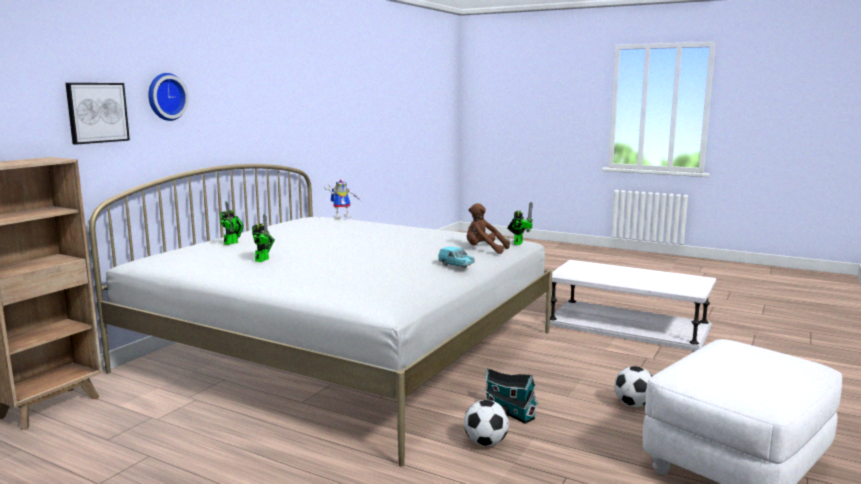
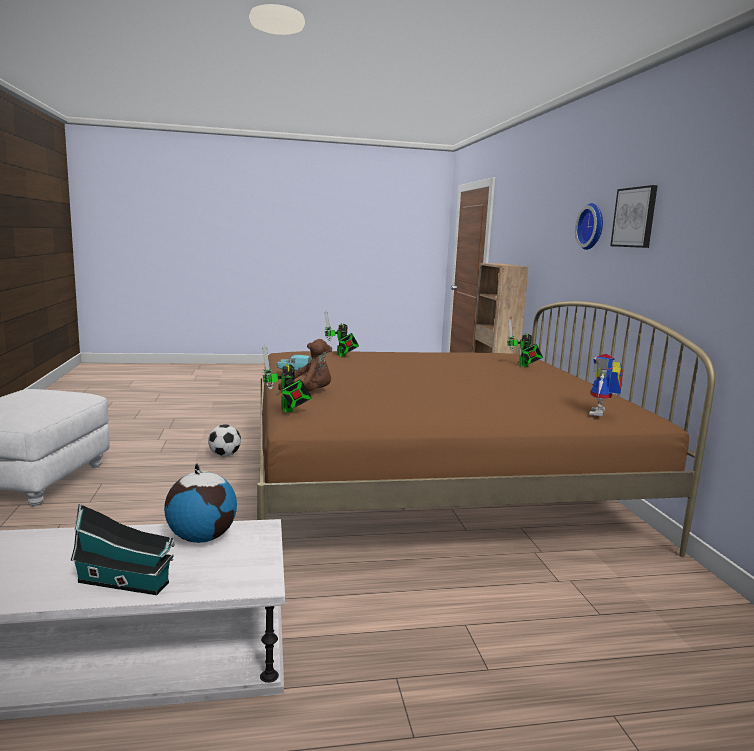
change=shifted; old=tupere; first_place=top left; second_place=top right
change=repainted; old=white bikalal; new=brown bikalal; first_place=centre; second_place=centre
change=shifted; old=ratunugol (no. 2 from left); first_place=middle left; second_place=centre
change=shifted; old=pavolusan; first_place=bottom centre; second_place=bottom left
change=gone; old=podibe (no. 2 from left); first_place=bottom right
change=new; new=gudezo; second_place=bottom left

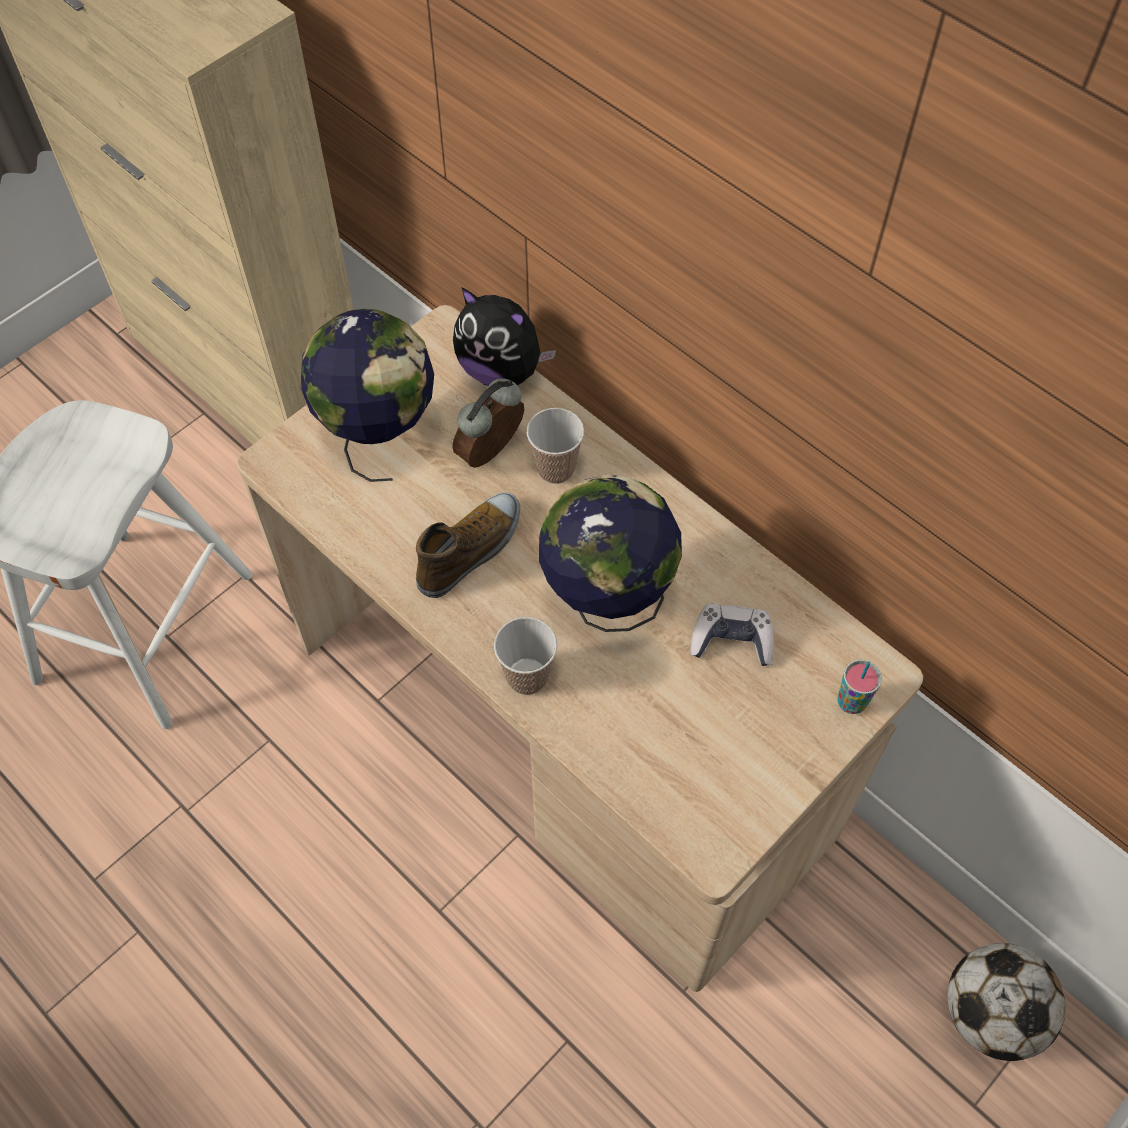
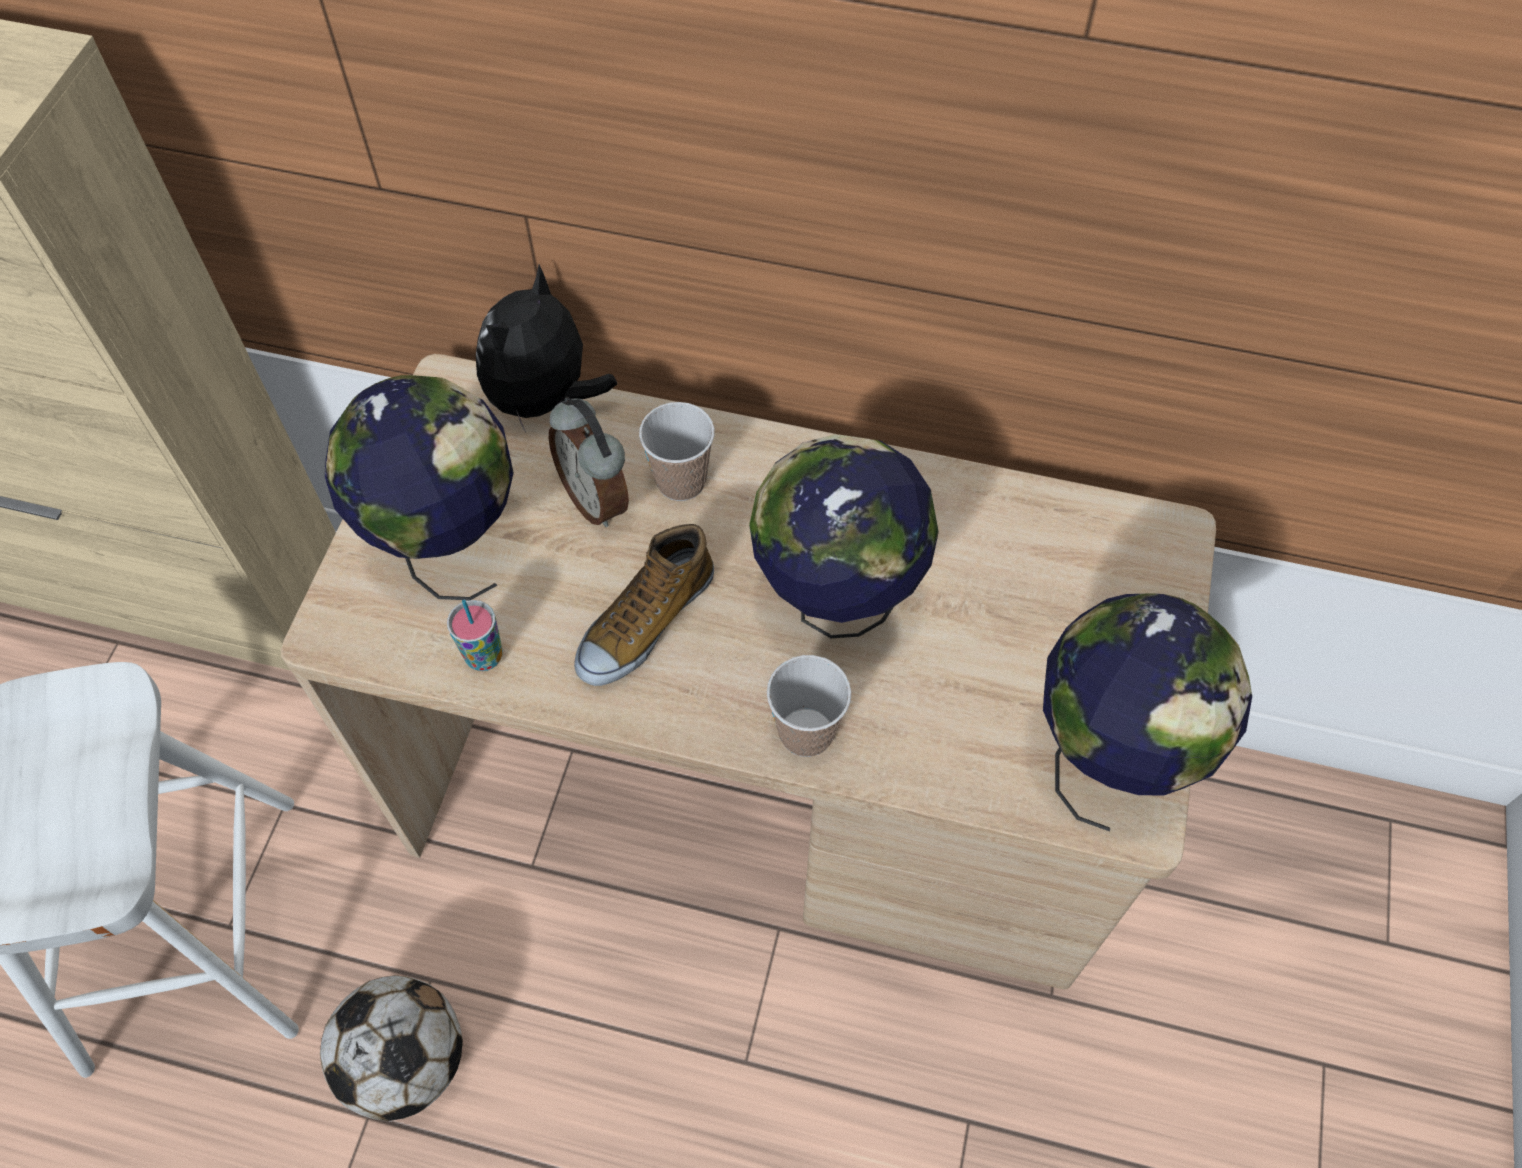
change=rotated; old=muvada; first_place=centre; second_place=centre; degrees=-150
change=rotated; old=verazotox; first_place=centre; second_place=centre; degrees=-45
change=rotated; old=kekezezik; first_place=top centre; second_place=top centre; degrees=120
change=gone; old=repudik; first_place=centre
change=shifted; old=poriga (no. 3 from left in the first image); new=poriga (no. 1 from left); first_place=middle right; second_place=middle left
change=shifted; old=podibe; first_place=bottom right; second_place=bottom left
change=new; new=gudezo (no. 3 from left); second_place=middle right

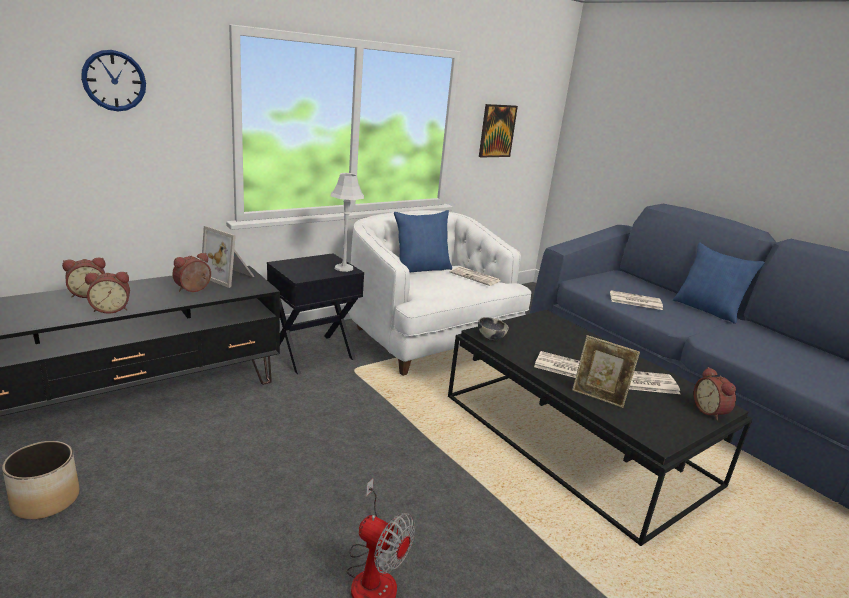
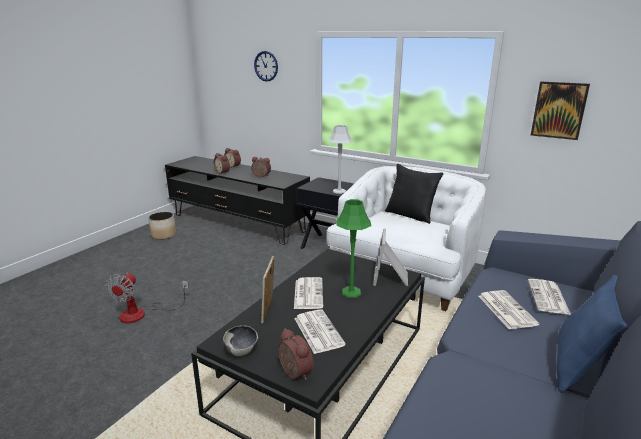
change=shifted; old=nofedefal (no. 1 from left in the first image); new=nofedefal (no. 2 from left); first_place=middle left; second_place=centre
change=repainted; old=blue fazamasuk (no. 1 from left); new=black fazamasuk; first_place=centre; second_place=centre
change=shifted; old=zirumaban (no. 1 from left in the first image); new=zirumaban (no. 4 from left); first_place=centre; second_place=bottom right
change=shifted; old=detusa; first_place=centre; second_place=bottom centre
change=rotated; old=verazotox (no. 4 from left); first_place=middle right; second_place=bottom centre; degrees=90
change=new; new=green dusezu; second_place=centre

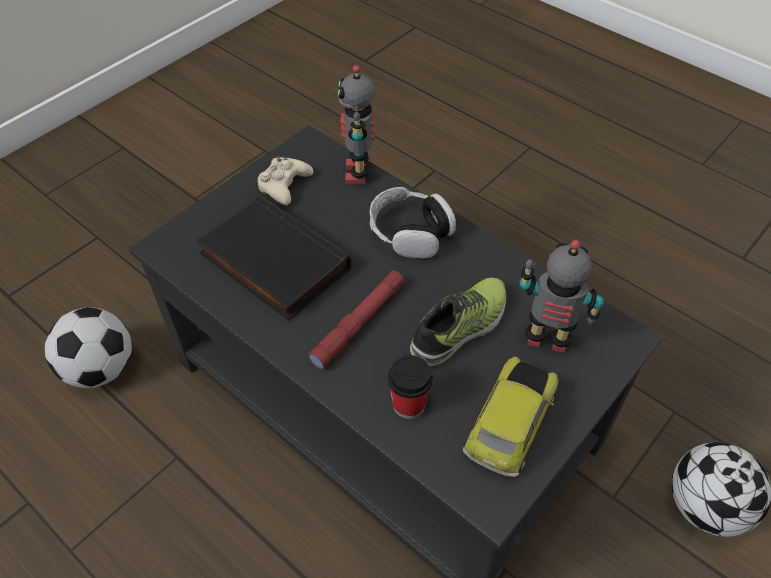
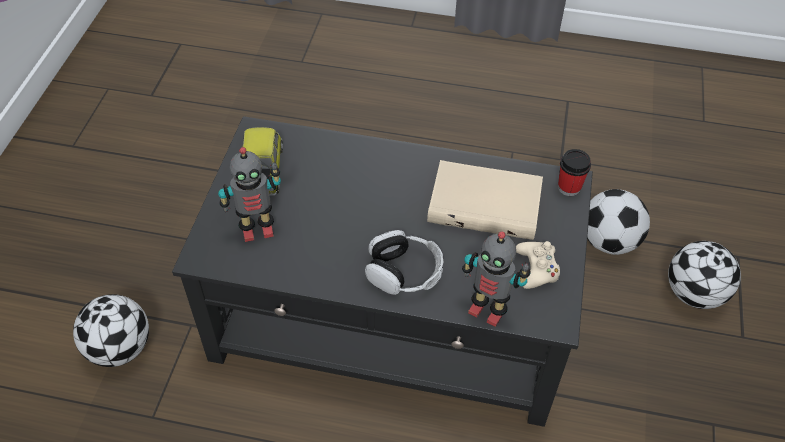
change=repainted; old=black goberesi; new=beige goberesi; first_place=centre; second_place=centre
change=gone; old=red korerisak; first_place=centre
change=rotated; old=ratunugol (no. 1 from left in the first image); first_place=top centre; second_place=centre; degrees=150
change=shifted; old=poriga; first_place=bottom centre; second_place=middle right
change=gone; old=muvada; first_place=centre
change=new; new=podibe (no. 3 from left); second_place=middle right

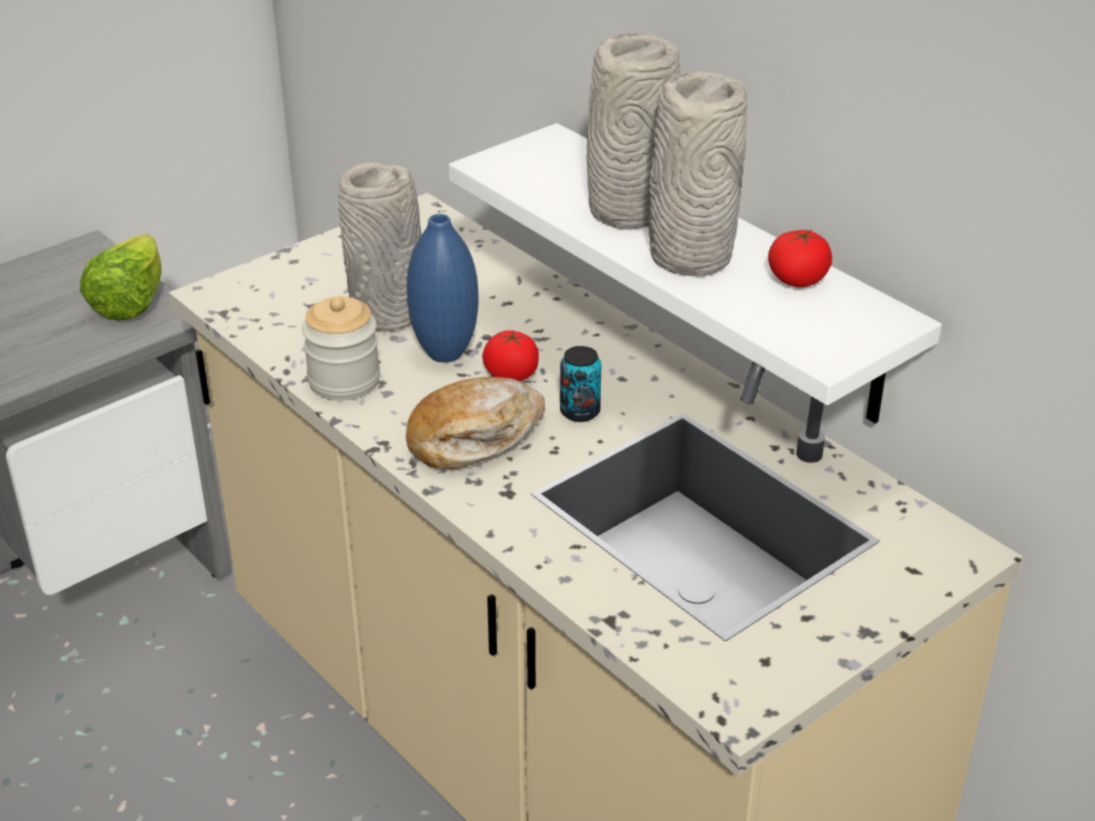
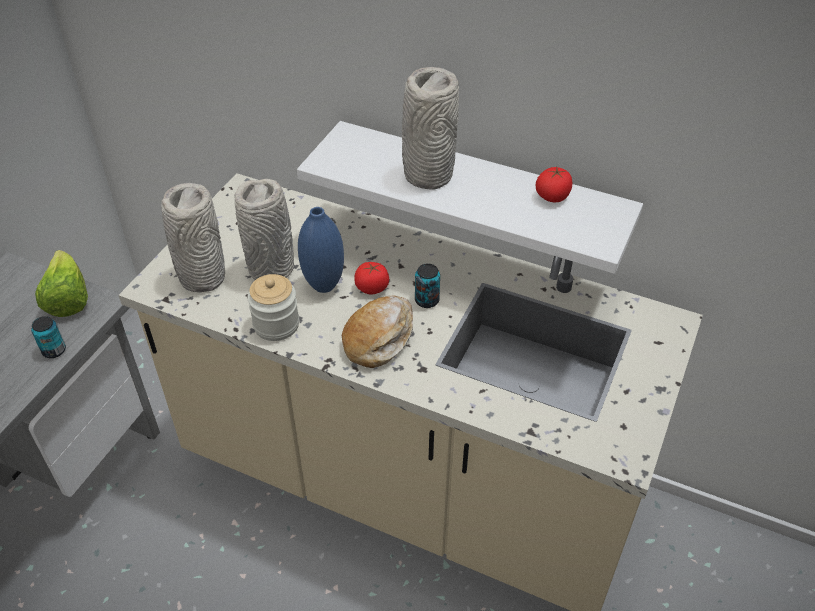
change=shifted; old=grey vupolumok (no. 3 from left in the first image); new=grey vupolumok (no. 1 from left); first_place=top centre; second_place=middle left
change=new; new=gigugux (no. 1 from left); second_place=middle left

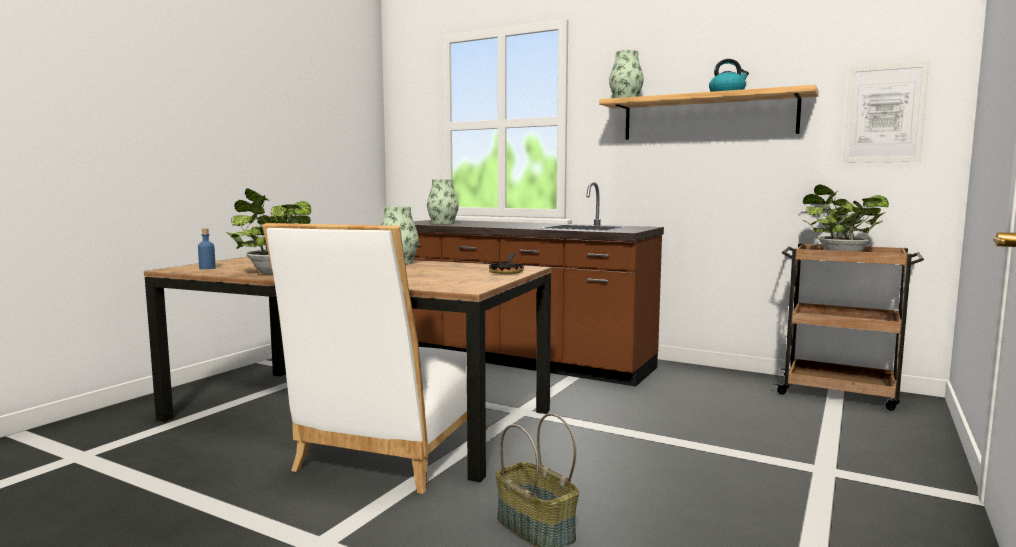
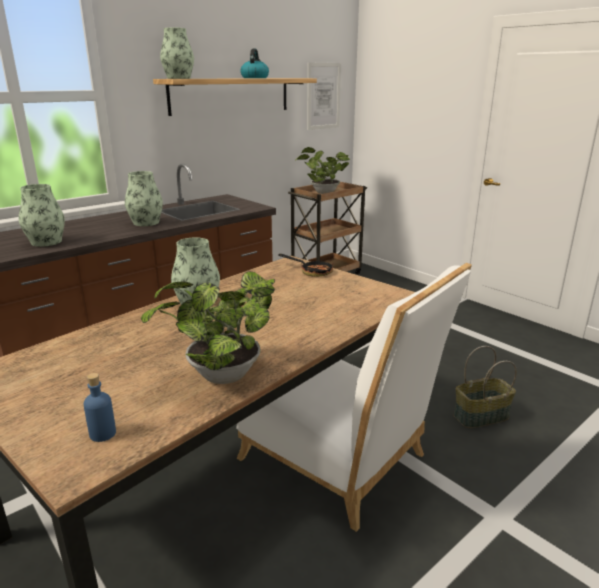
change=new; new=vupolumok (no. 2 from left); second_place=middle left

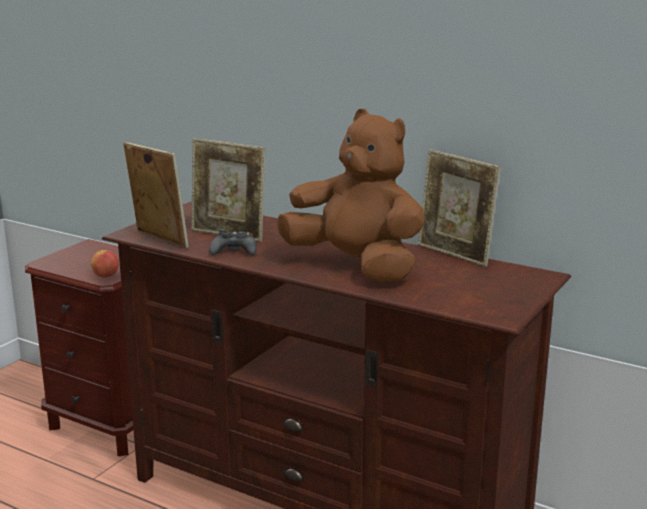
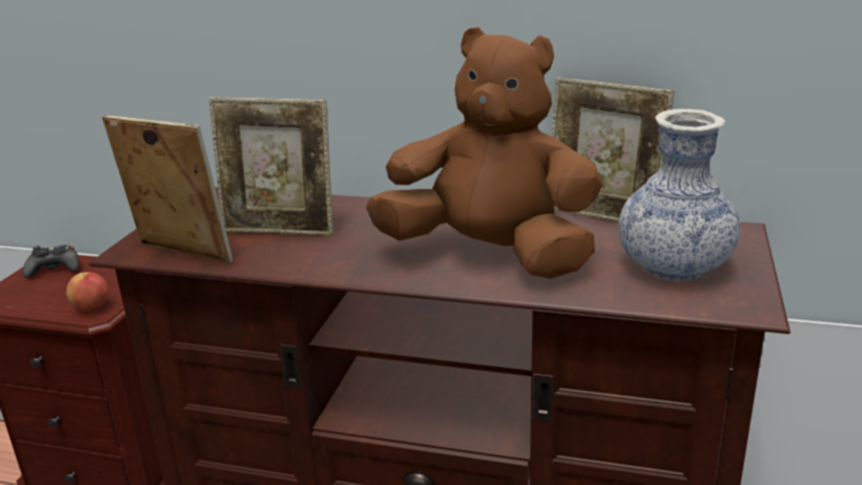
change=shifted; old=black repudik; first_place=centre; second_place=middle left
change=new; new=vupolumok; second_place=middle right

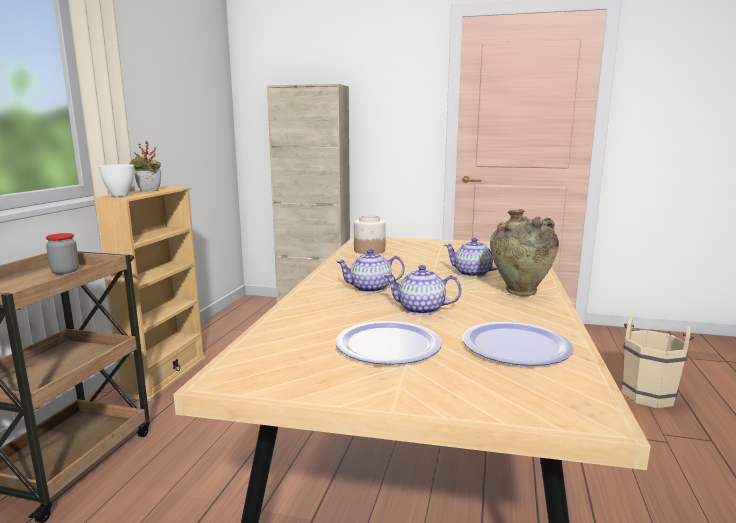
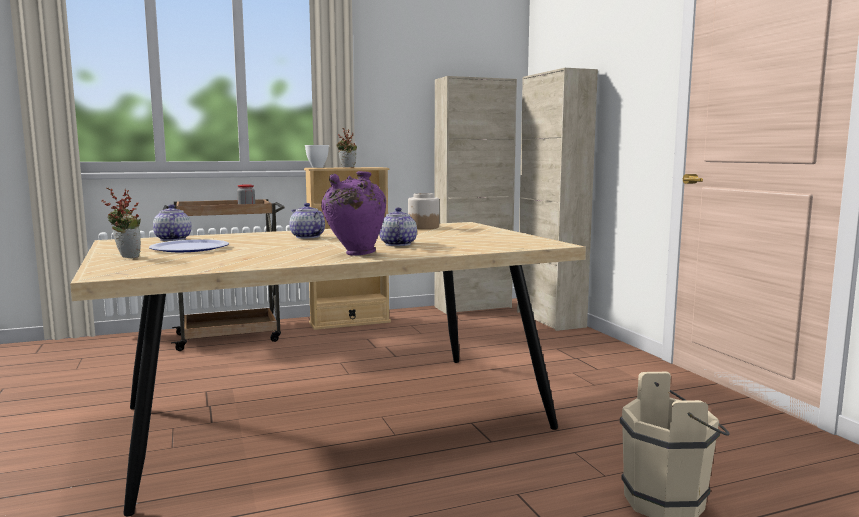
change=shifted; old=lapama (no. 2 from left in the first image); new=lapama (no. 1 from left); first_place=centre; second_place=middle left
change=gone; old=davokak (no. 2 from left); first_place=middle right
change=repainted; old=beige vupolumok; new=purple vupolumok; first_place=middle right; second_place=centre
change=new; new=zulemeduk (no. 1 from left); second_place=middle left
change=new; new=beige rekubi (no. 1 from left); second_place=centre

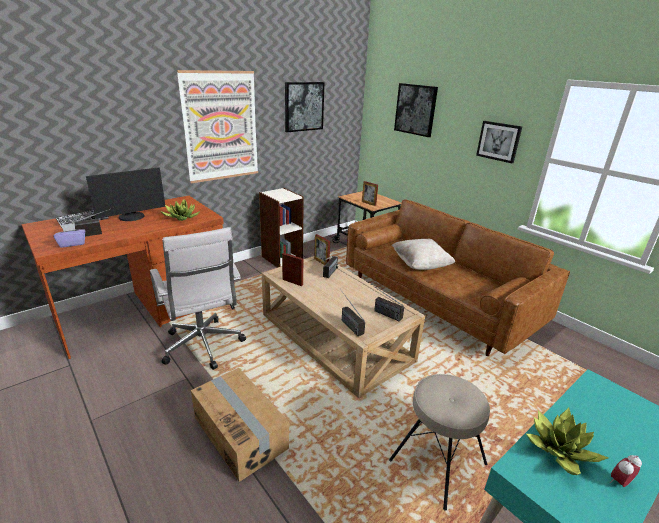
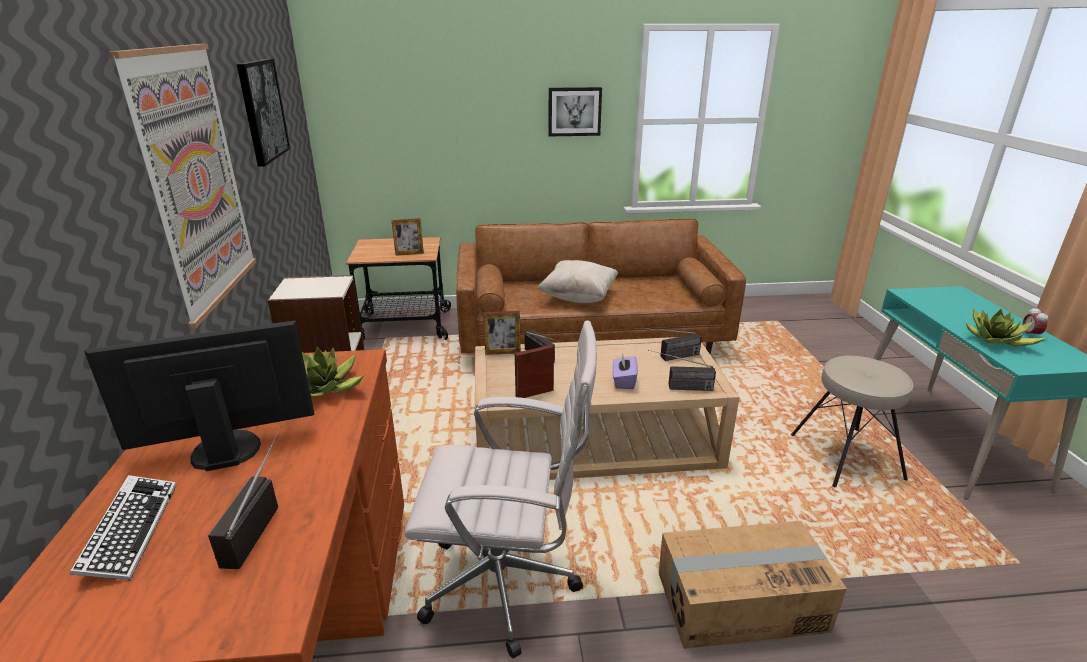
change=shifted; old=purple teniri; first_place=middle left; second_place=centre
change=rotated; old=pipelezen; first_place=middle left; second_place=middle left; degrees=-105
change=gone; old=tupere (no. 3 from left); first_place=top centre

